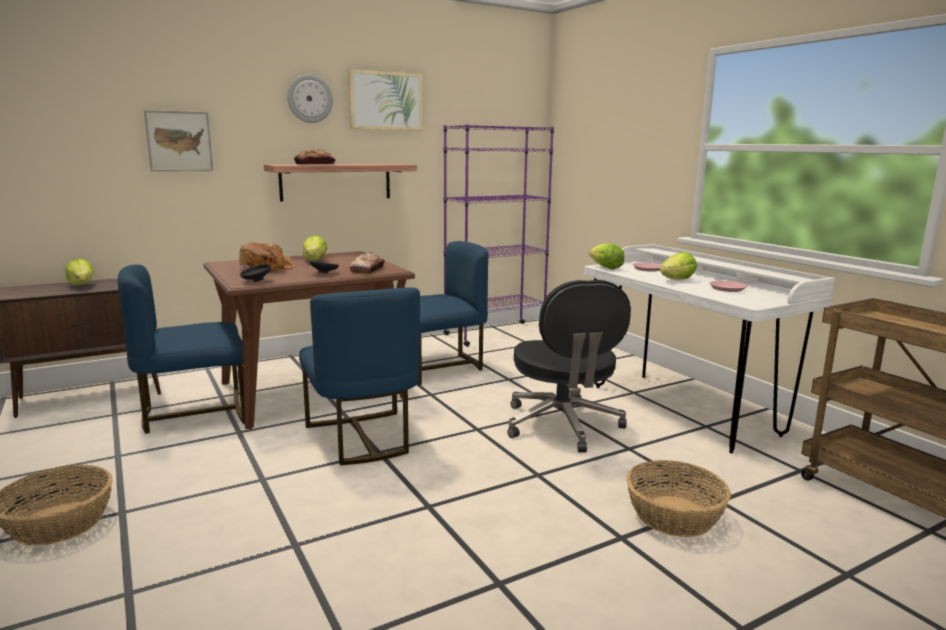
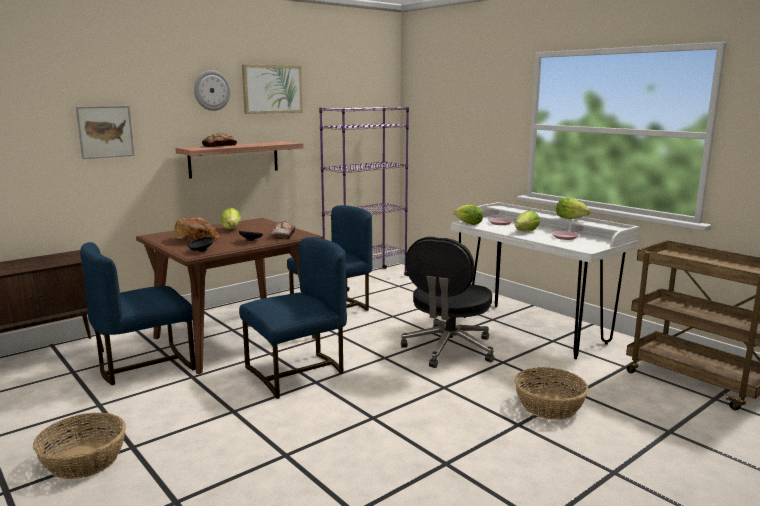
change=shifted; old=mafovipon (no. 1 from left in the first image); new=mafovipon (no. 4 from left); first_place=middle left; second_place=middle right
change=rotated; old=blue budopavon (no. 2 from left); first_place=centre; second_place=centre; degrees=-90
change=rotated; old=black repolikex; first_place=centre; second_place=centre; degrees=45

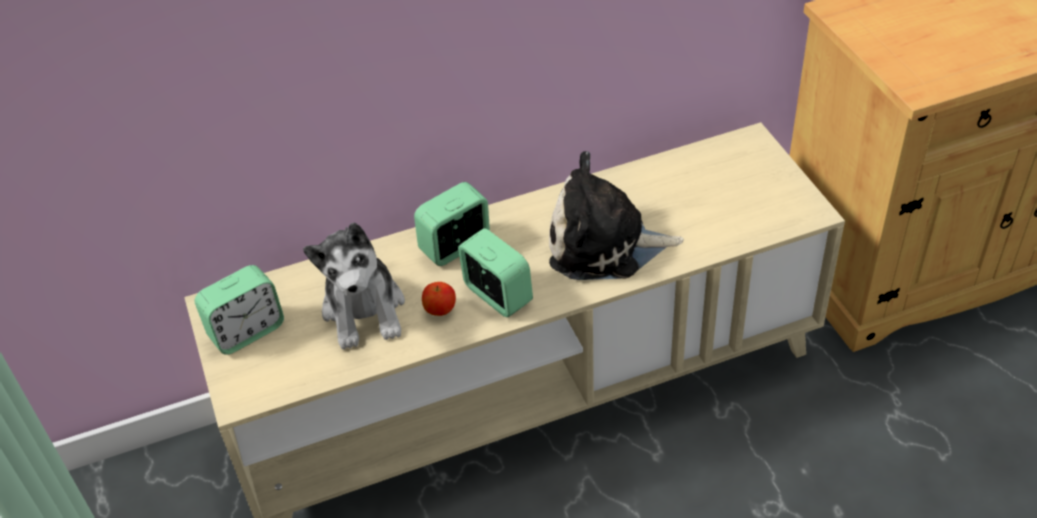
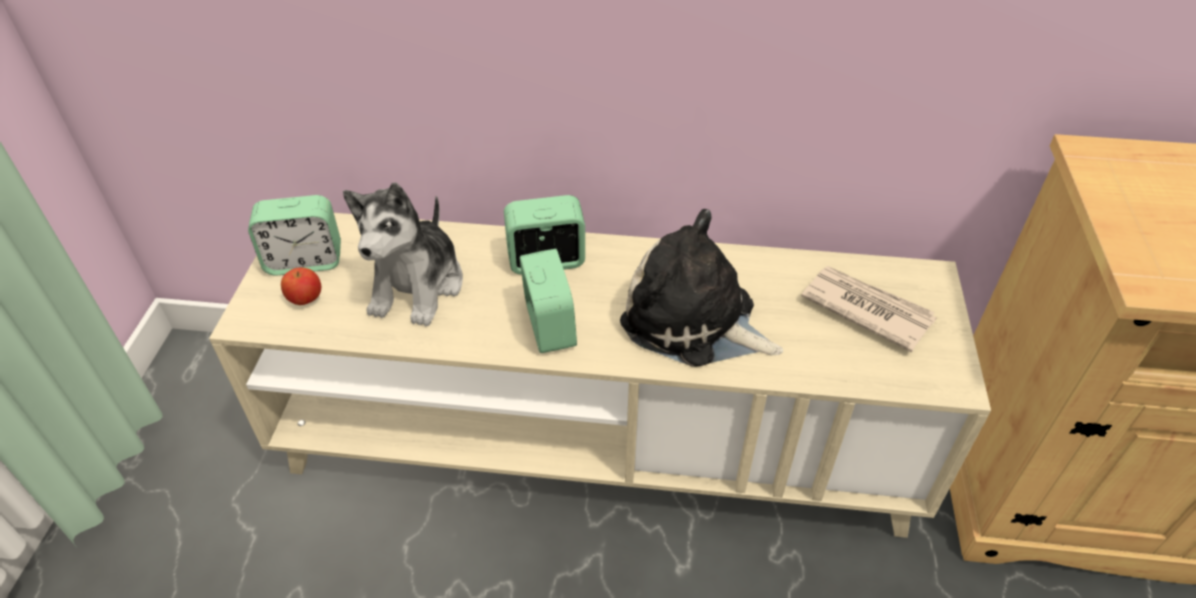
change=shifted; old=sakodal; first_place=centre; second_place=middle left
change=new; new=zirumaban; second_place=middle right

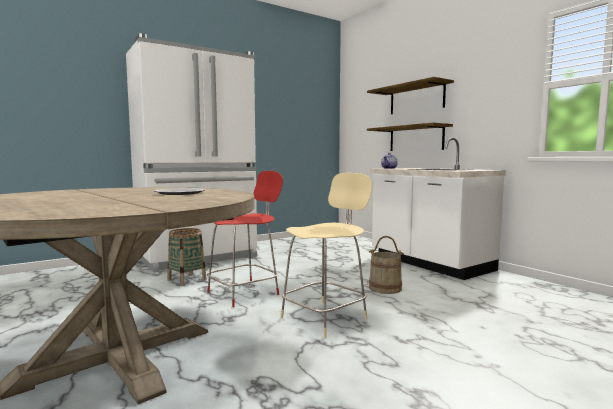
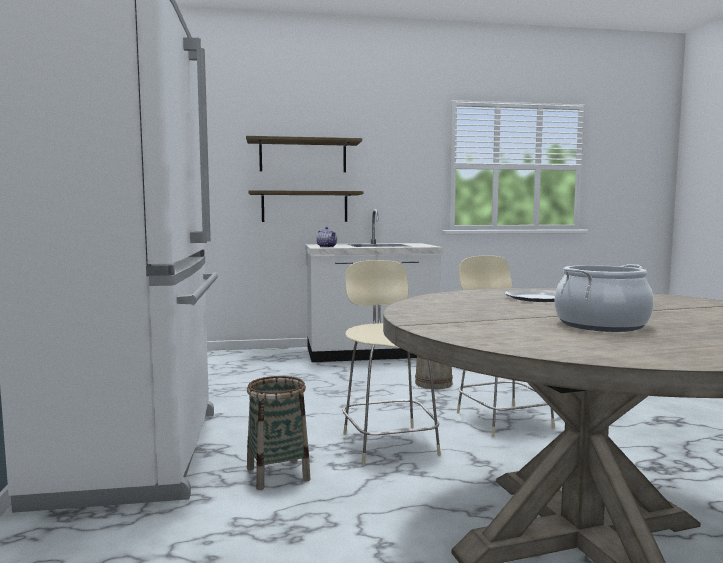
change=repainted; old=red budopavon; new=beige budopavon (no. 1 from left); first_place=centre; second_place=centre
change=new; new=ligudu; second_place=middle right

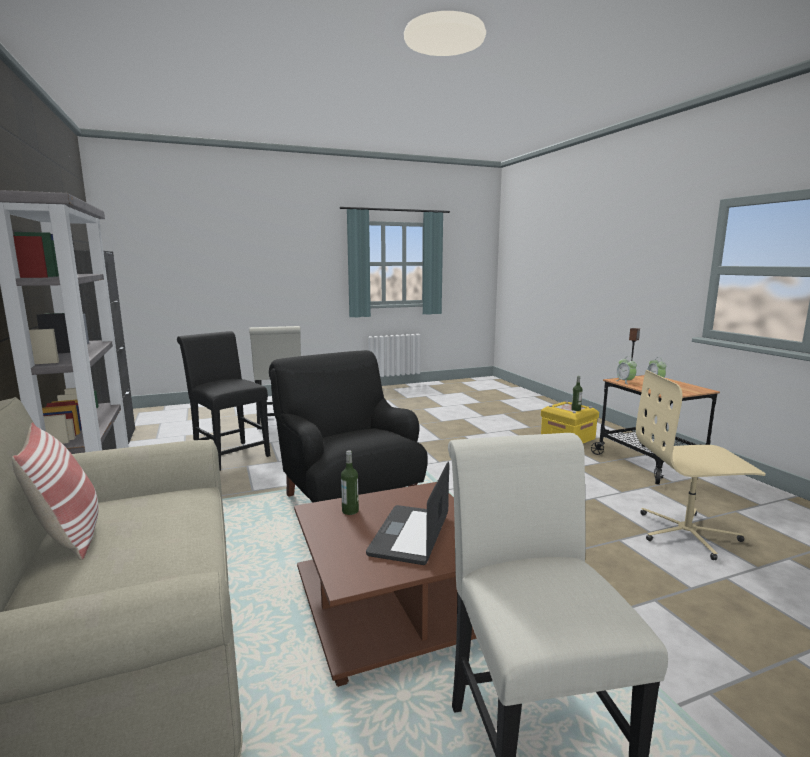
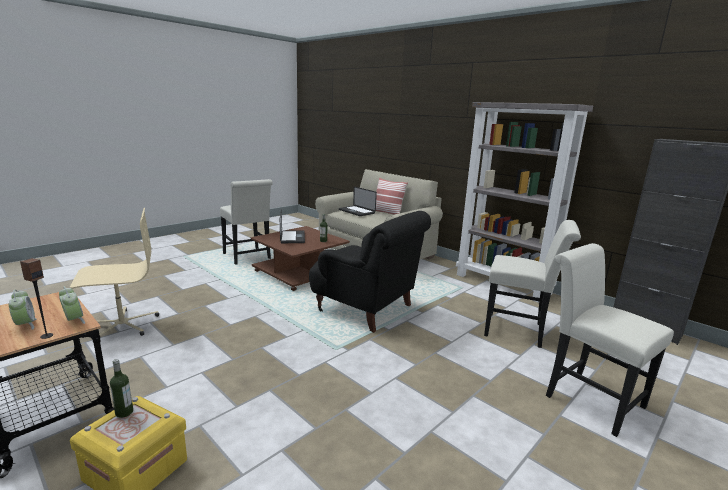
change=repainted; old=black budopavon; new=white budopavon (no. 2 from left); first_place=middle left; second_place=middle right
change=new; new=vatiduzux (no. 2 from left); second_place=centre

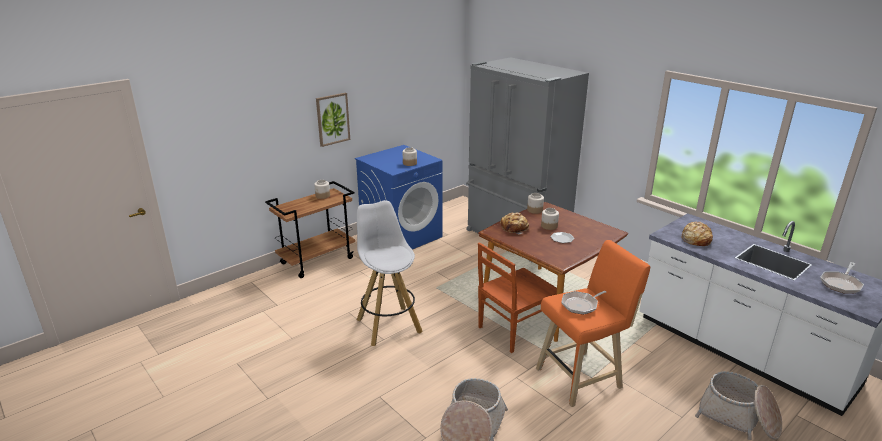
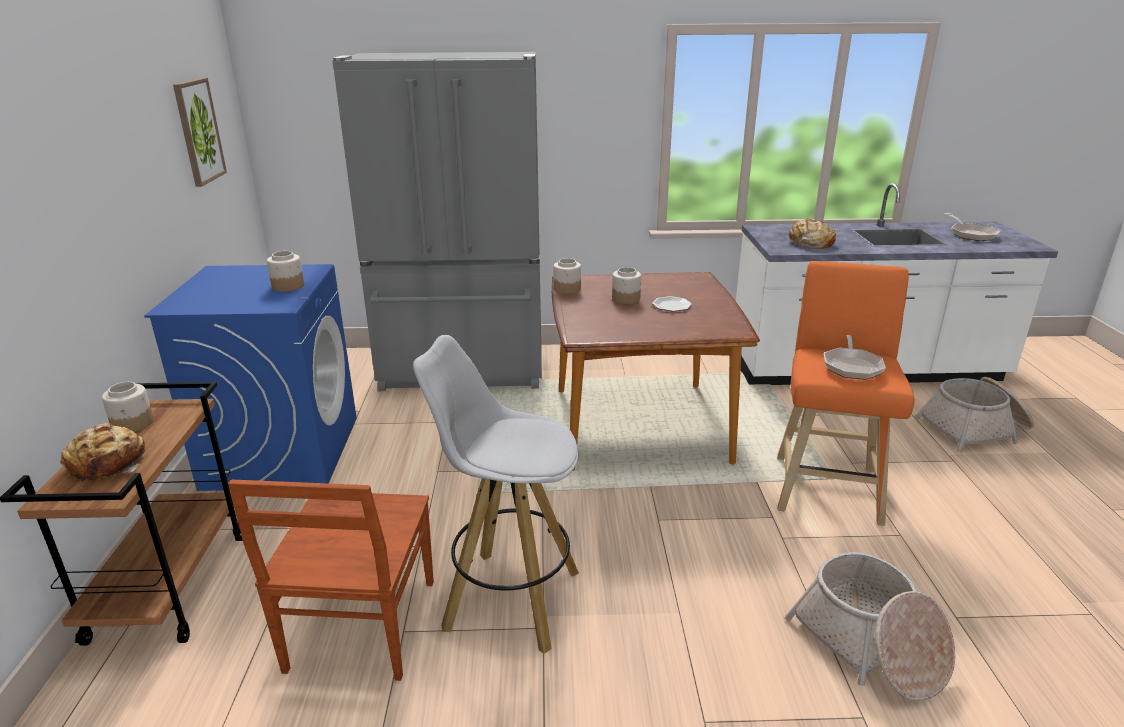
change=shifted; old=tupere; first_place=top centre; second_place=top left
change=shifted; old=brown budopavon; first_place=bottom centre; second_place=bottom left
change=shifted; old=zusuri (no. 1 from left); first_place=centre; second_place=middle left

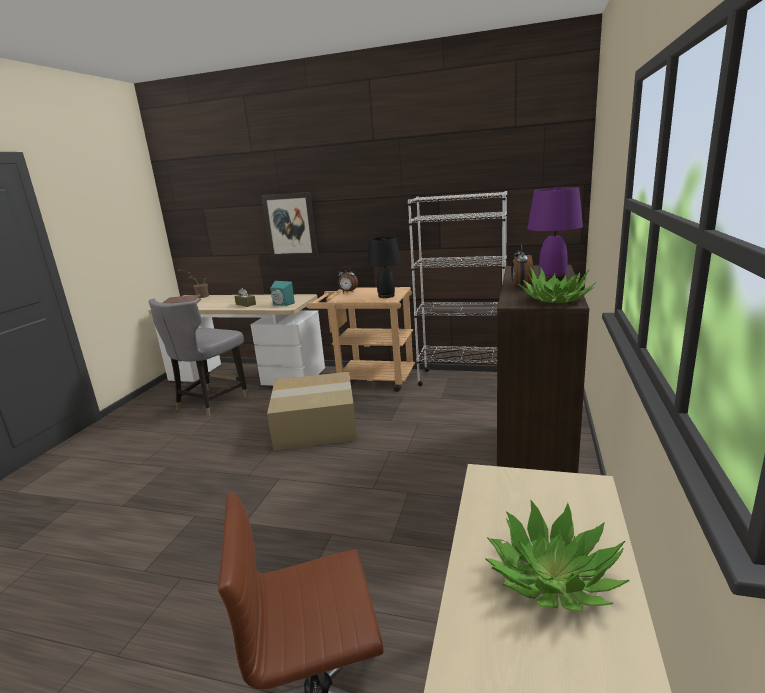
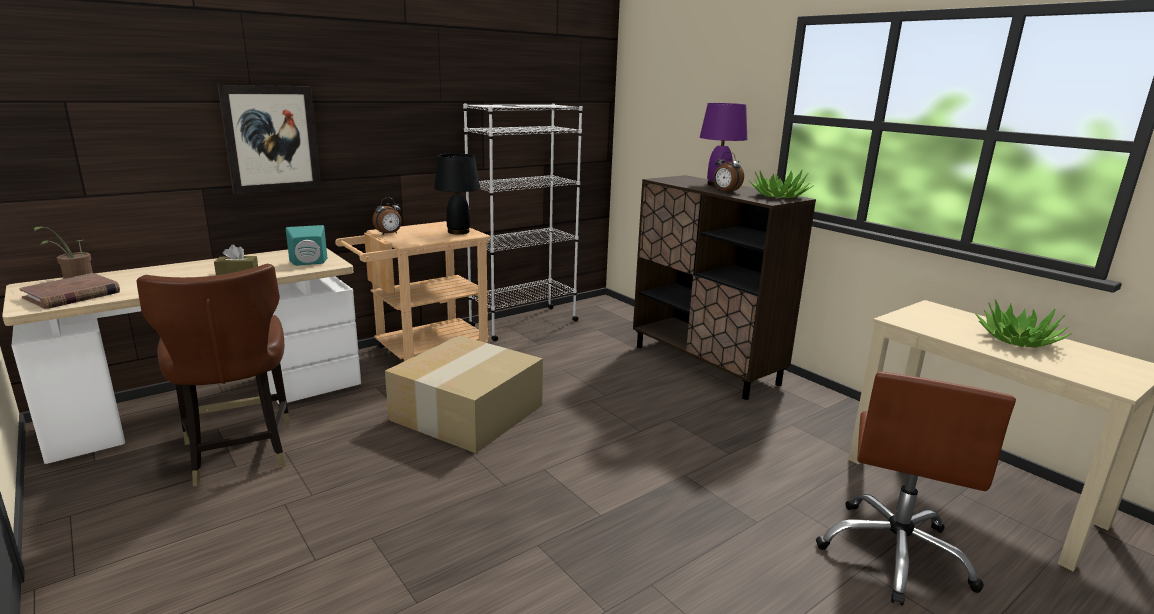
change=repainted; old=grey budopavon; new=brown budopavon; first_place=middle left; second_place=middle left

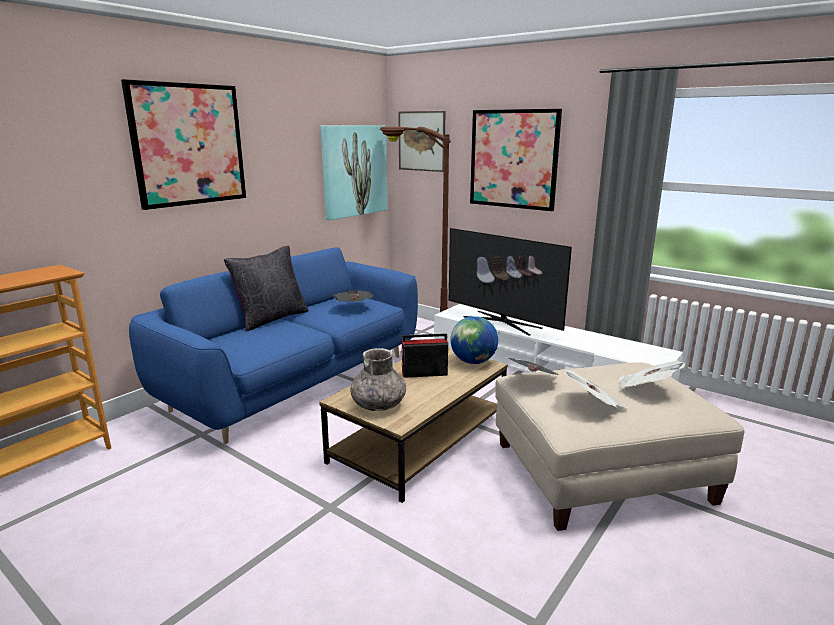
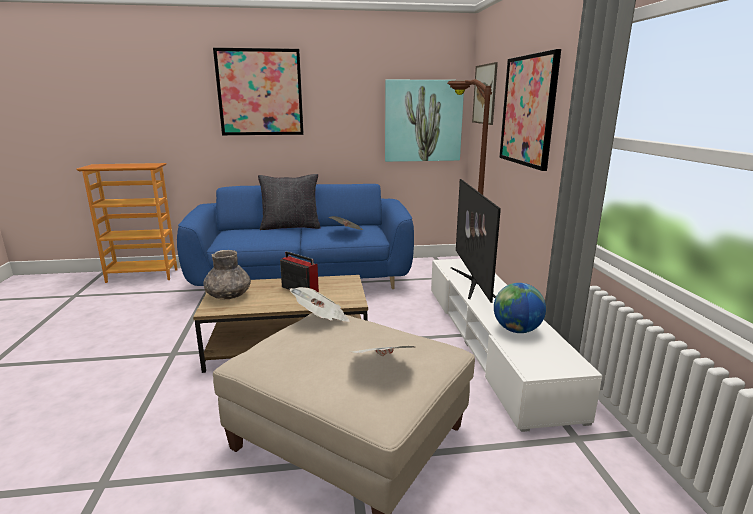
change=shifted; old=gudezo; first_place=centre; second_place=middle right
change=gone; old=zirumaban (no. 3 from left); first_place=middle right

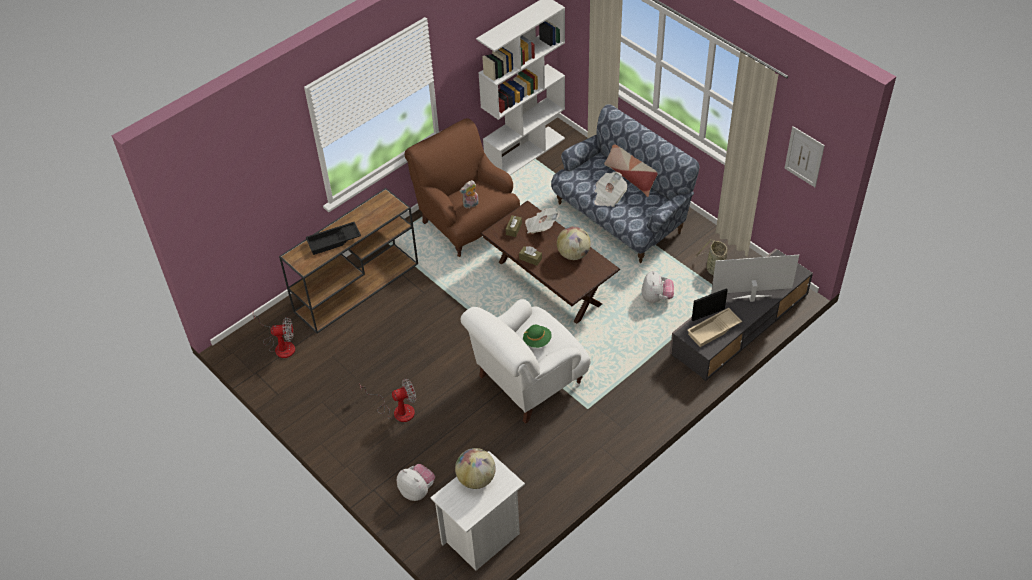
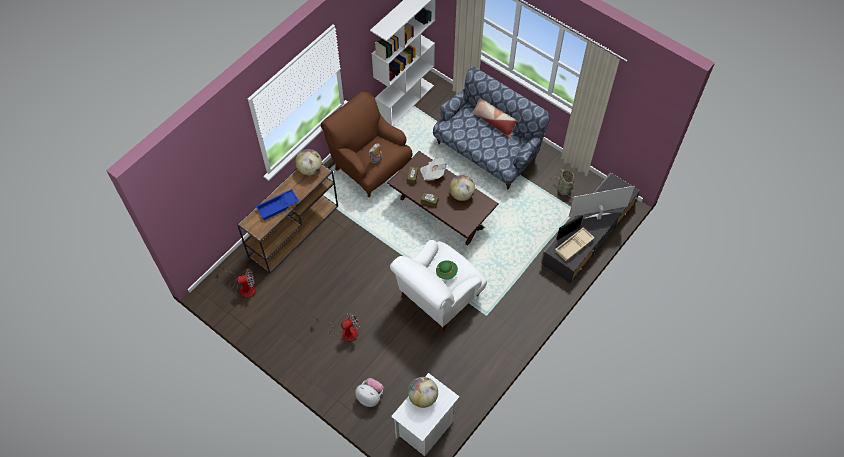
change=repainted; old=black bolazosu; new=blue bolazosu; first_place=middle left; second_place=middle left
change=gone; old=zirumaban (no. 2 from left); first_place=top centre
change=gone; old=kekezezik (no. 3 from left); first_place=centre
change=gone; old=tupere; first_place=top right
change=new; new=gudezo (no. 1 from left); second_place=centre

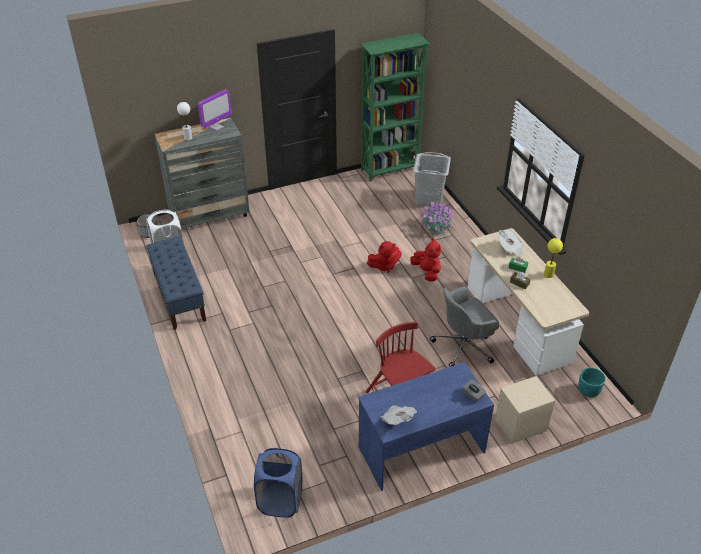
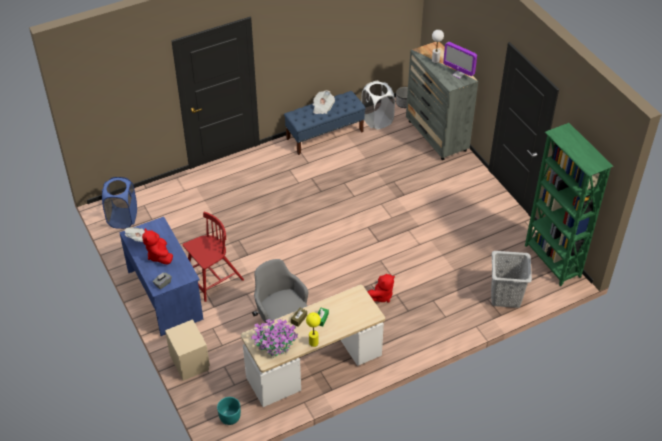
change=shifted; old=red kekezezik (no. 1 from left); first_place=centre; second_place=middle left
change=shifted; old=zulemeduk; first_place=centre; second_place=bottom centre
change=shifted; old=zirumaban (no. 2 from left); first_place=middle right; second_place=top centre

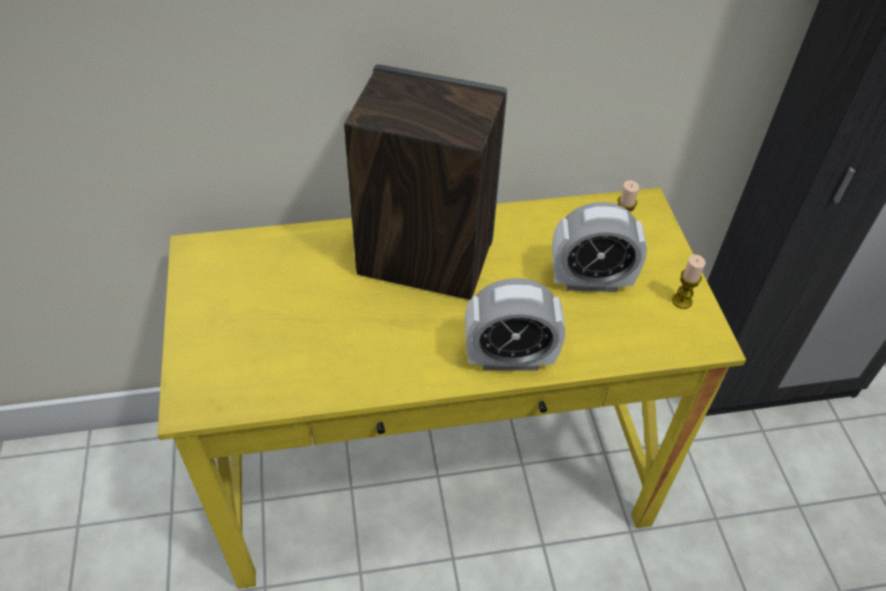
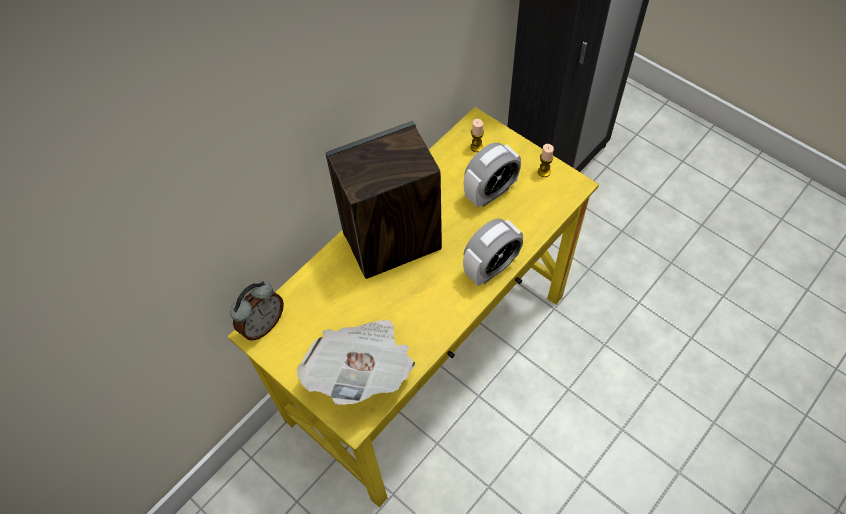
change=new; new=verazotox (no. 1 from left); second_place=middle left
change=new; new=zirumaban; second_place=bottom centre

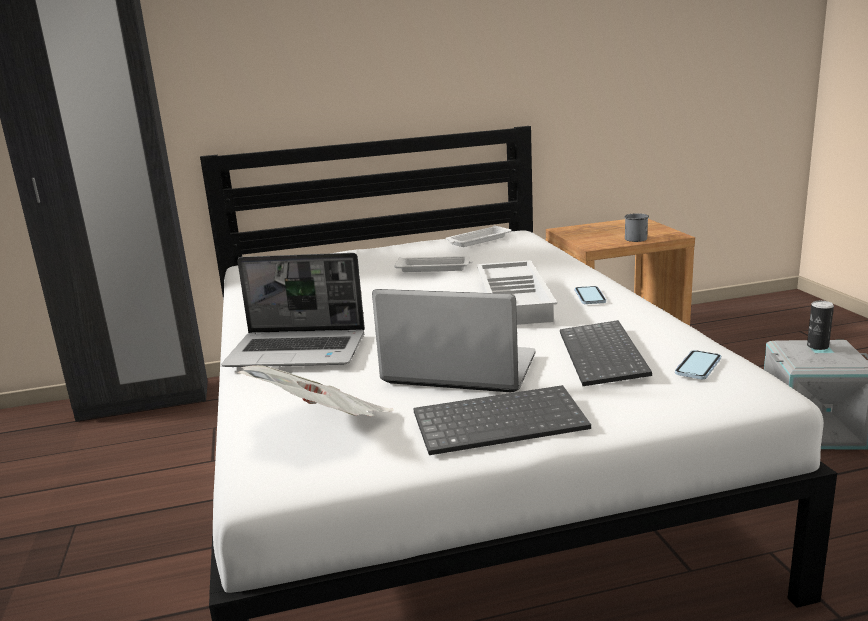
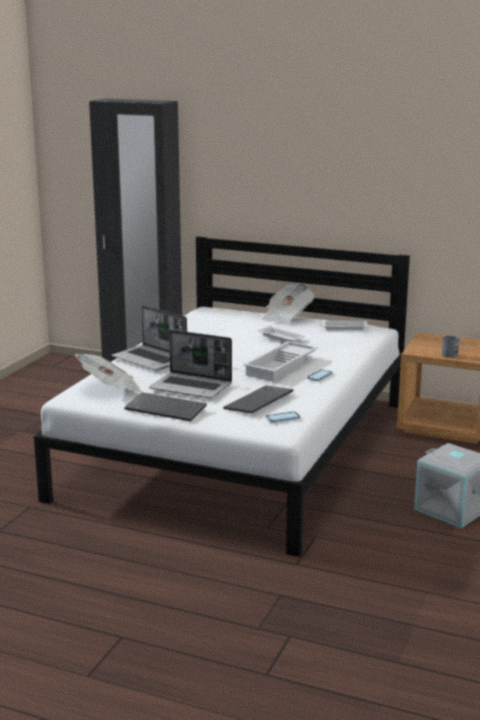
change=rotated; old=vatiduzux (no. 2 from left); first_place=centre; second_place=centre; degrees=150
change=gone; old=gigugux; first_place=middle right
change=new; new=zirumaban (no. 2 from left); second_place=centre

